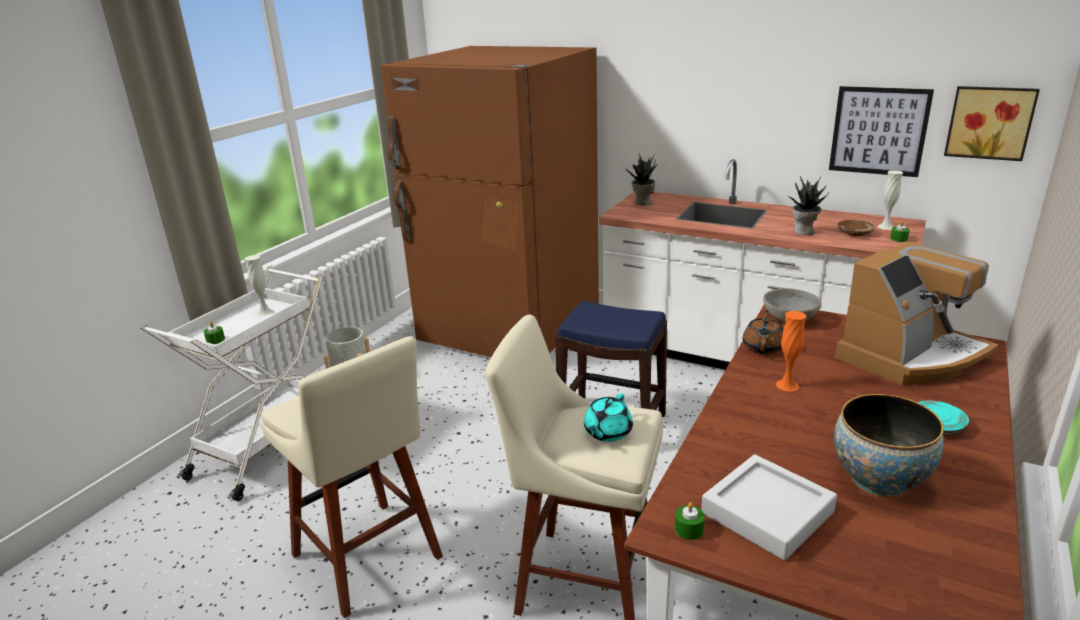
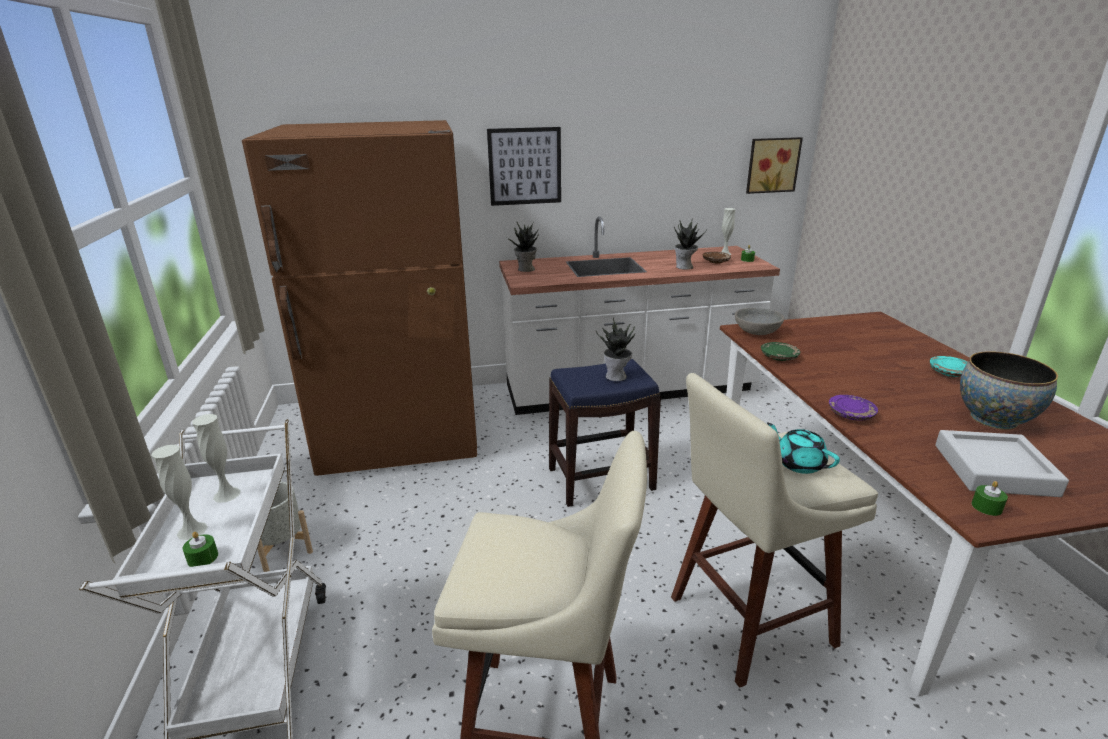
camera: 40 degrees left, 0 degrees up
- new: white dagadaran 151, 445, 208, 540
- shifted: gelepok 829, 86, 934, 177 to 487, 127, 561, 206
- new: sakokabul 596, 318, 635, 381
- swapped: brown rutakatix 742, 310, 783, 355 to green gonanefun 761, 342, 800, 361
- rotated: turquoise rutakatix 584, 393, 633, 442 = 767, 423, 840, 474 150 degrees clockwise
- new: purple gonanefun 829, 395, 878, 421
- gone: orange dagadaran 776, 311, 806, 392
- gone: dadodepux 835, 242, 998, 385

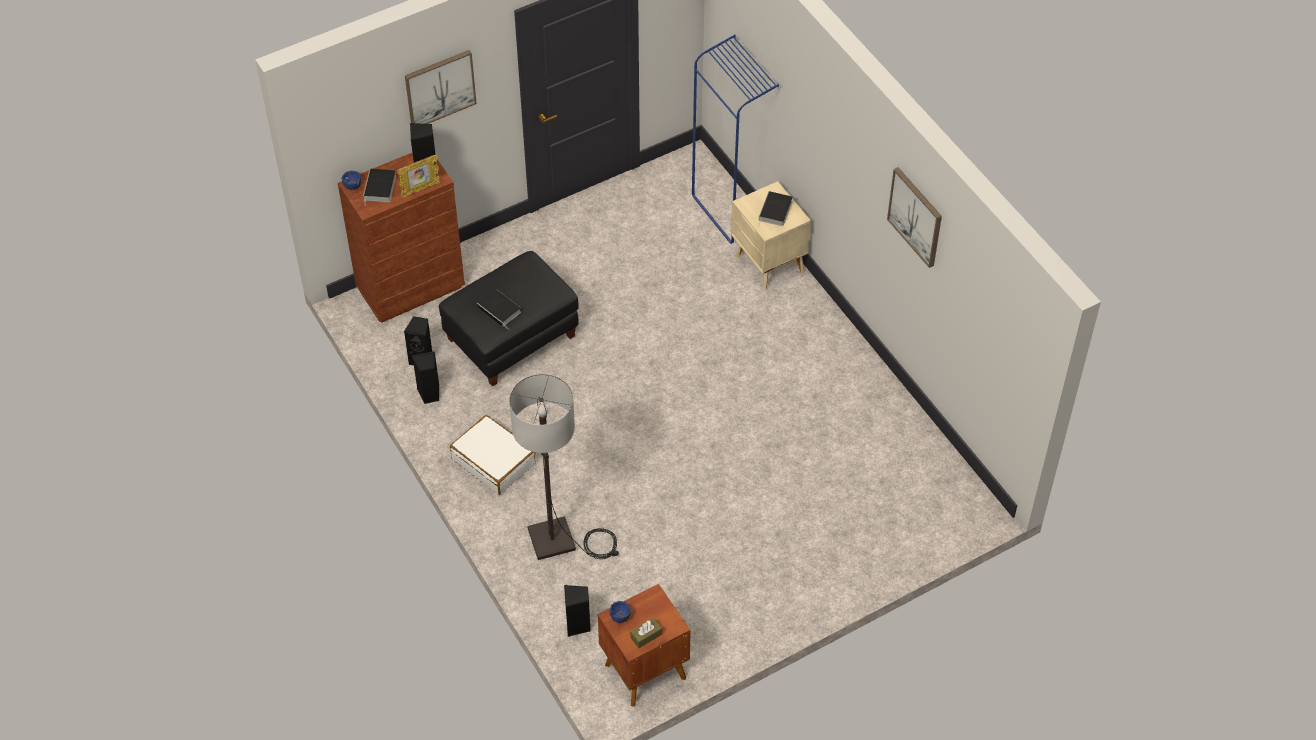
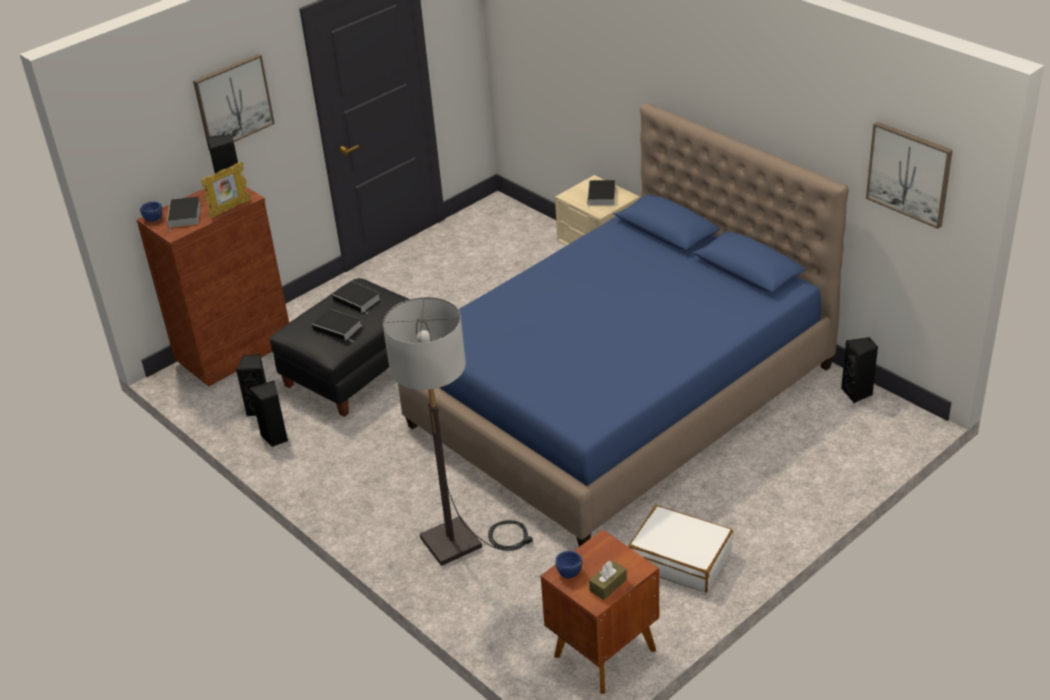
camera: 10 degrees left, 15 degrees down
- new: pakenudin 332, 281, 380, 314
- new: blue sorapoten 398, 103, 849, 547
- shifted: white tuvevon 450, 415, 535, 495 to 628, 505, 733, 592
- shifted: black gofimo 564, 585, 591, 637 to 841, 337, 878, 403
- shifted: gelepok 887, 167, 942, 268 to 866, 122, 953, 229
- gone: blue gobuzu 692, 35, 779, 244

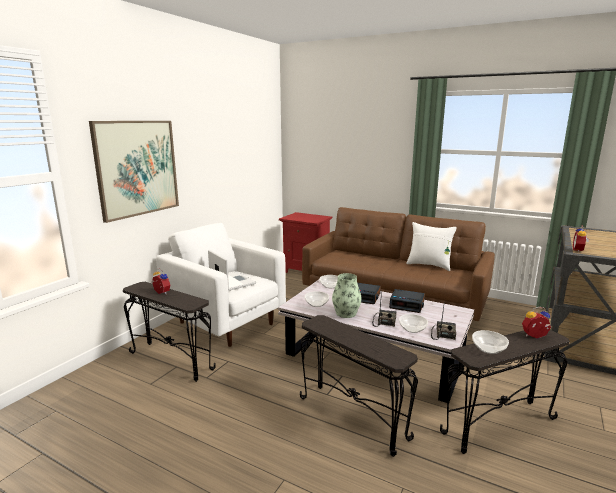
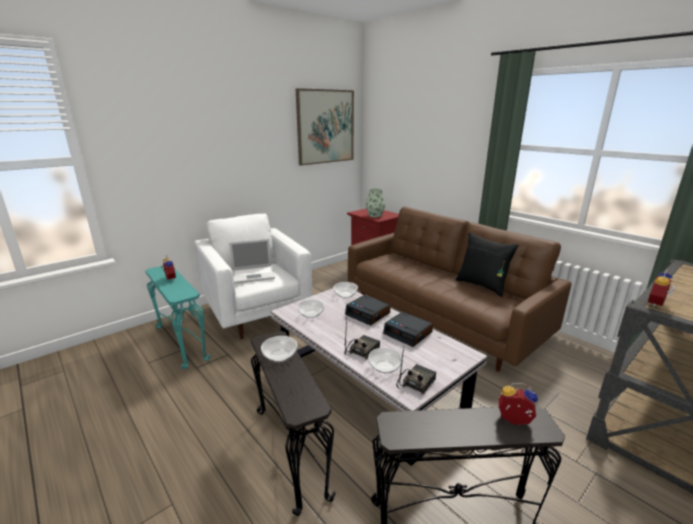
camera: 20 degrees right, 5 degrees up
- repainted: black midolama 123, 282, 216, 382 to turquoise midolama 145, 266, 211, 370
- rotated: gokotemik 208, 250, 256, 291 = 229, 239, 275, 284 90 degrees clockwise
- shifted: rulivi 472, 330, 509, 354 to 261, 336, 297, 362
- shifted: gelepok 89, 121, 179, 223 to 295, 88, 354, 166
- shifted: dagadaran 332, 273, 361, 318 to 366, 188, 385, 217
- repainted: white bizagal 406, 222, 457, 271 to black bizagal 455, 232, 518, 297

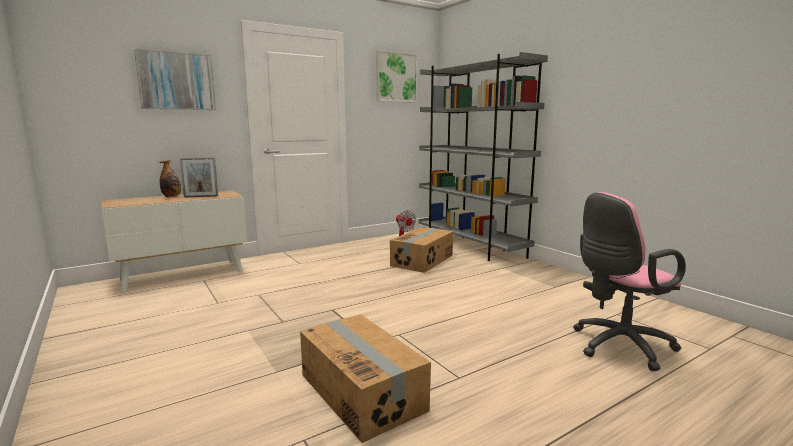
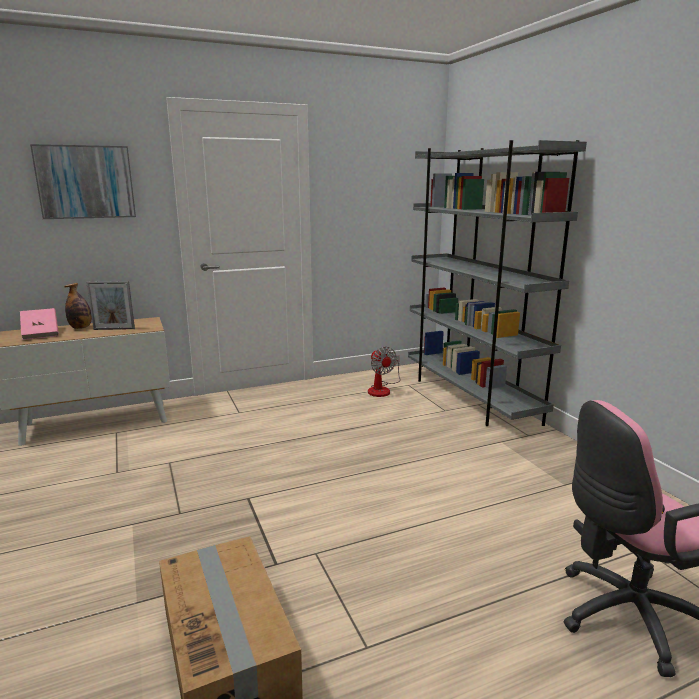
camera: 10 degrees right, 5 degrees up
- new: pink pakenudin 20, 308, 59, 340
- gone: gelepok 376, 50, 418, 103
- gone: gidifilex 390, 227, 453, 273

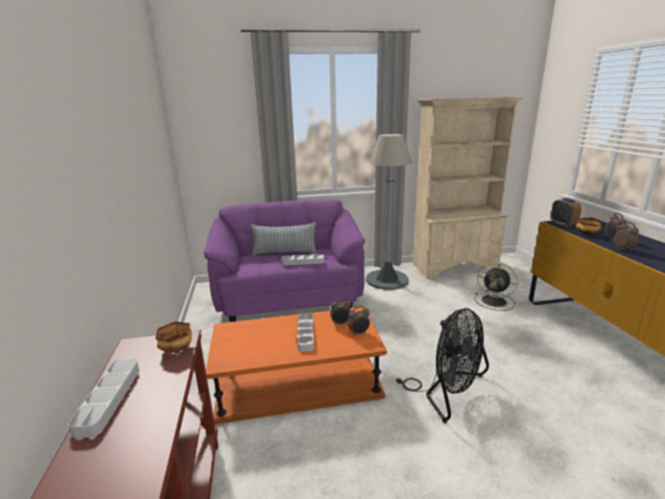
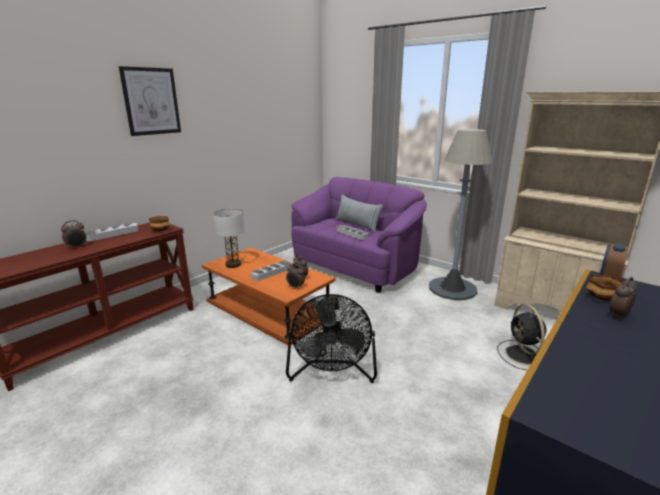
camera: 50 degrees right, 0 degrees up
- shifted: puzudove 614, 222, 639, 252 to 61, 220, 86, 250
- new: gelepok 119, 66, 181, 136
- new: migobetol 213, 209, 245, 268

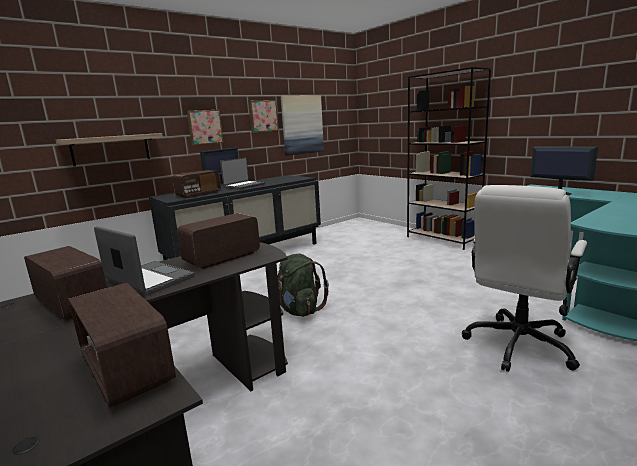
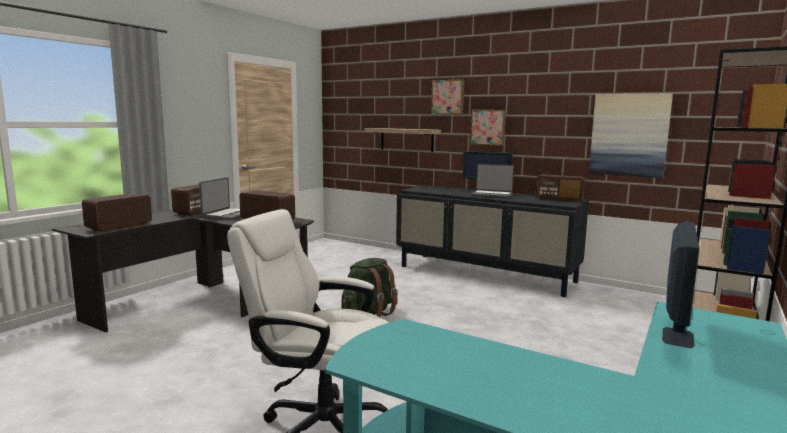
camera: 70 degrees right, 5 degrees down
- shifted: gelepok 249, 100, 279, 132 to 431, 79, 464, 115
- shifted: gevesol 173, 170, 221, 198 to 535, 174, 585, 202

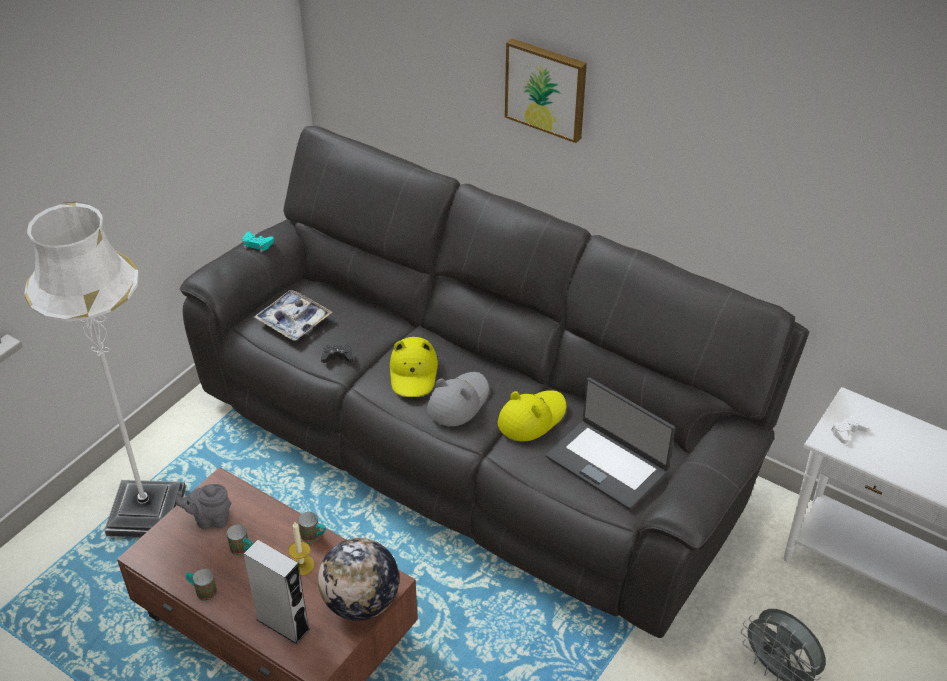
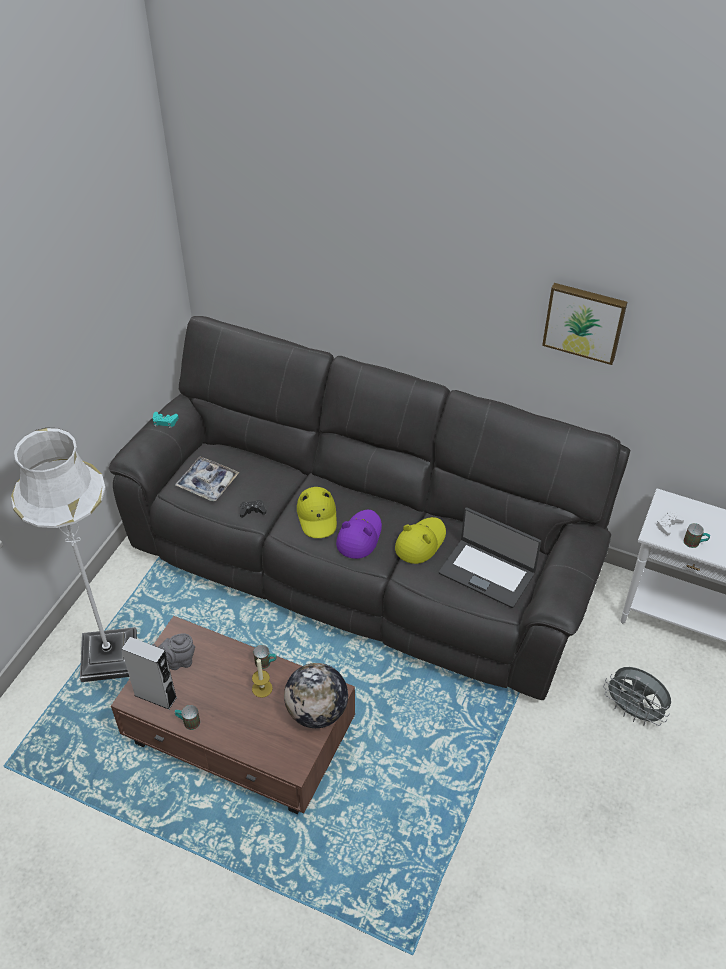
camera: 10 degrees left, 5 degrees up
- shifted: grey gofimo 244, 539, 310, 644 to 121, 637, 177, 710
- repainted: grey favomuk 427, 372, 489, 426 to purple favomuk 336, 510, 382, 559
- shifted: gelepok 505, 38, 587, 143 to 542, 283, 627, 365
- shifted: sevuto 227, 524, 253, 556 to 684, 523, 710, 548

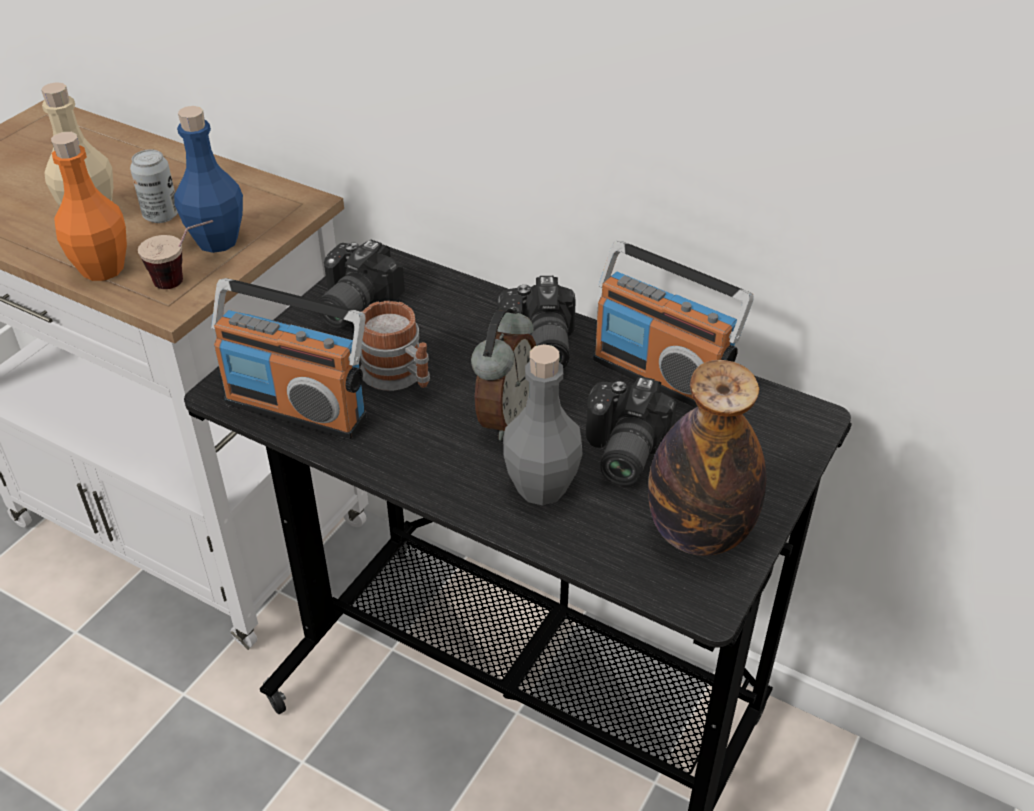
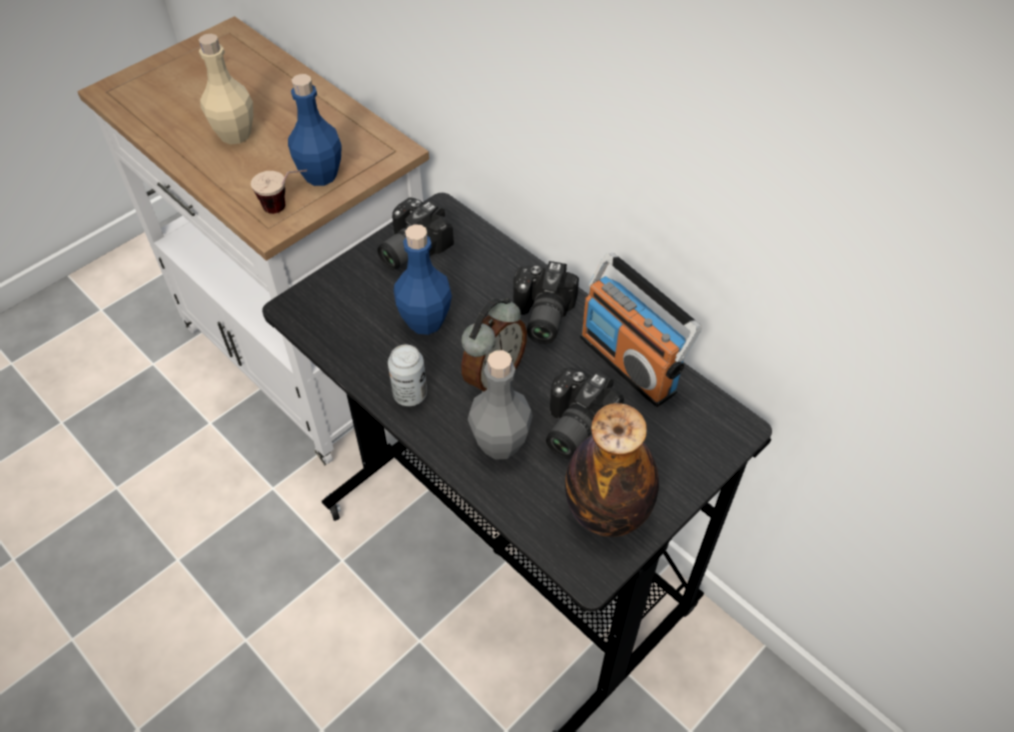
camera: 15 degrees right, 10 degrees up
- shifted: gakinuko 130, 150, 178, 223 to 388, 345, 427, 406
- swapped: sevuto 360, 301, 430, 391 to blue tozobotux 394, 224, 452, 335
- gone: orange tozobotux 51, 132, 127, 281
- gone: gevesol 211, 278, 367, 439

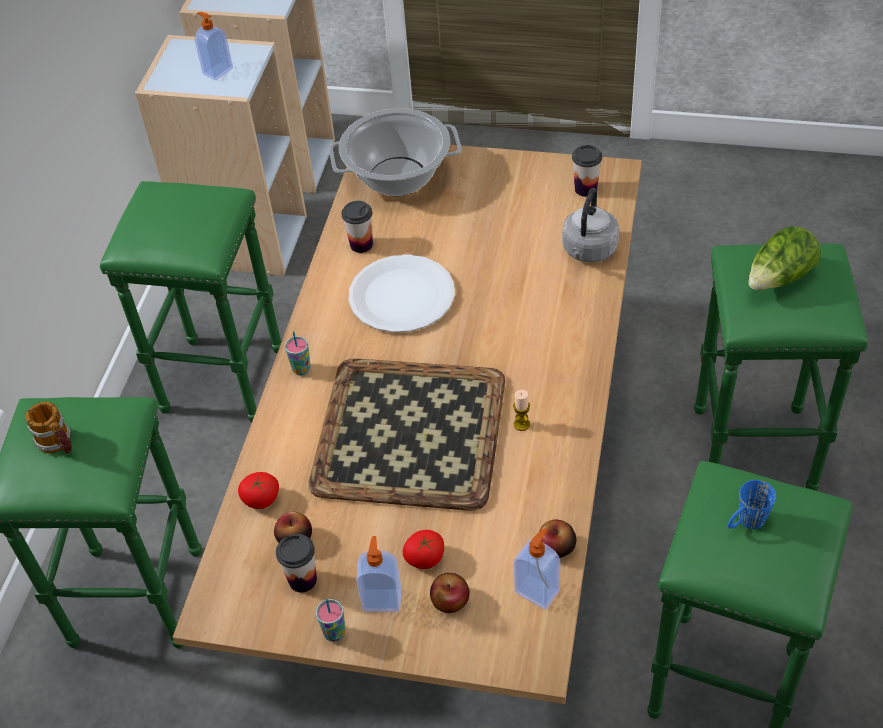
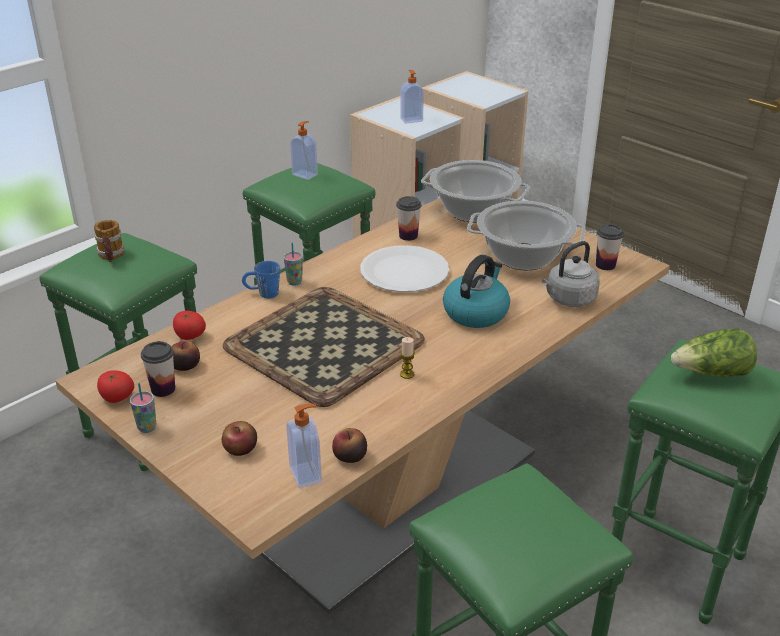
camera: 30 degrees right, 15 degrees down
- shifted: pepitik 403, 530, 444, 569 to 97, 370, 134, 403
- shifted: blue sevuto 728, 480, 776, 529 to 242, 261, 280, 299
- shifted: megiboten 356, 536, 401, 612 to 290, 121, 318, 180
- new: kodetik 443, 255, 510, 328
- new: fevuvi 467, 201, 586, 270

